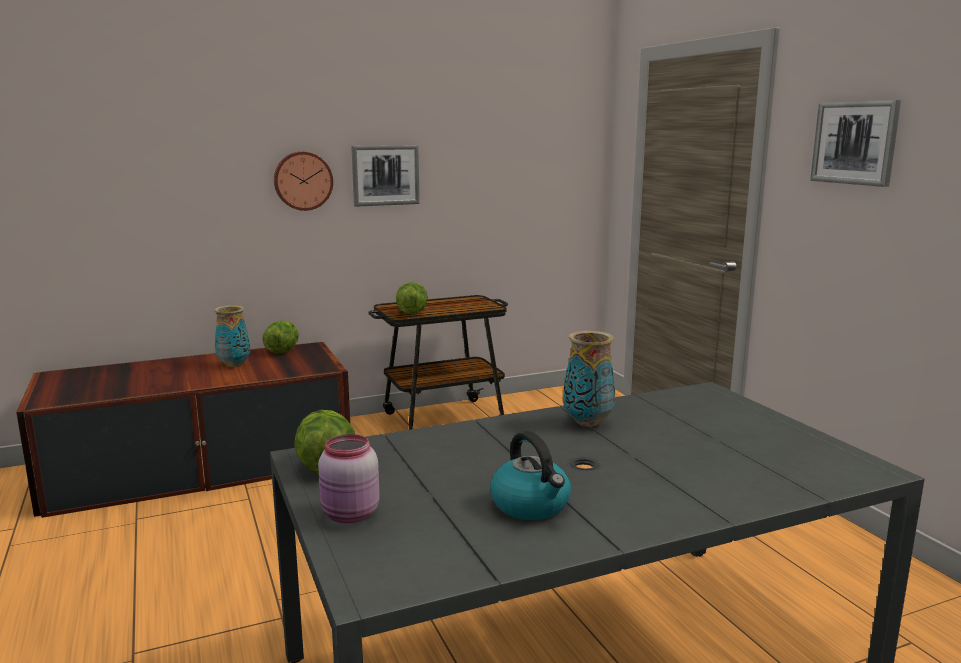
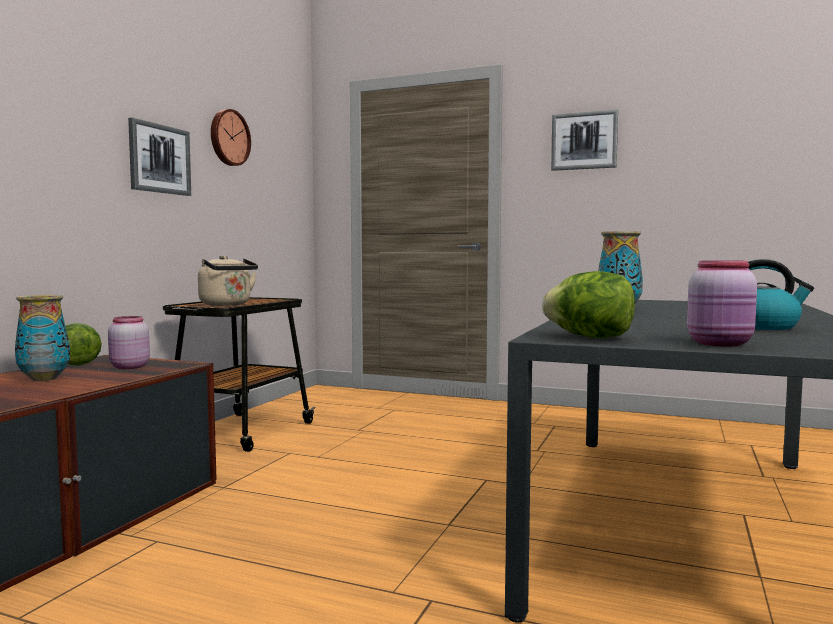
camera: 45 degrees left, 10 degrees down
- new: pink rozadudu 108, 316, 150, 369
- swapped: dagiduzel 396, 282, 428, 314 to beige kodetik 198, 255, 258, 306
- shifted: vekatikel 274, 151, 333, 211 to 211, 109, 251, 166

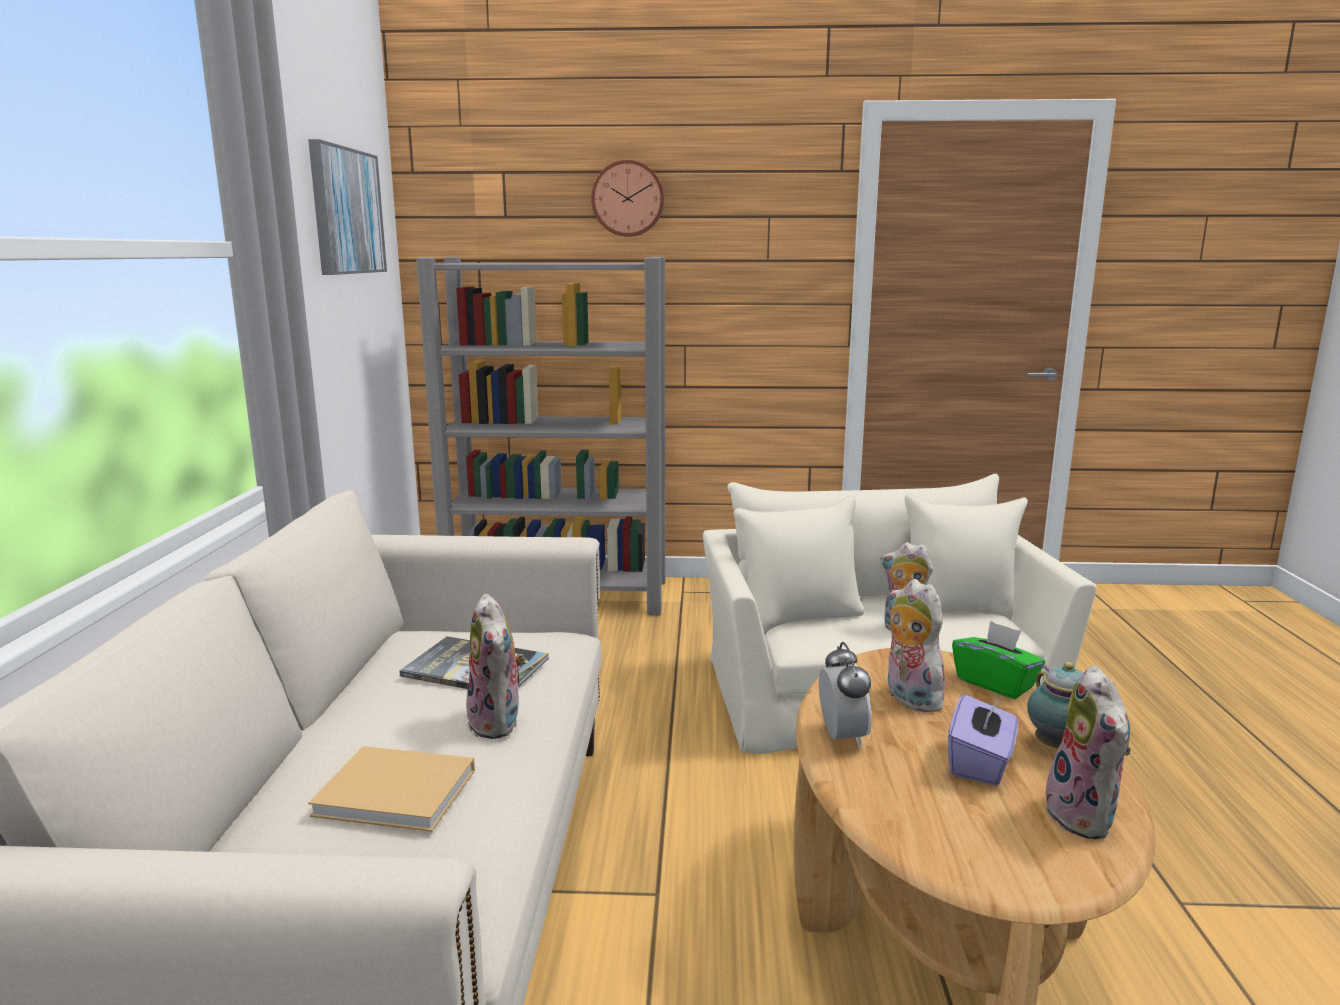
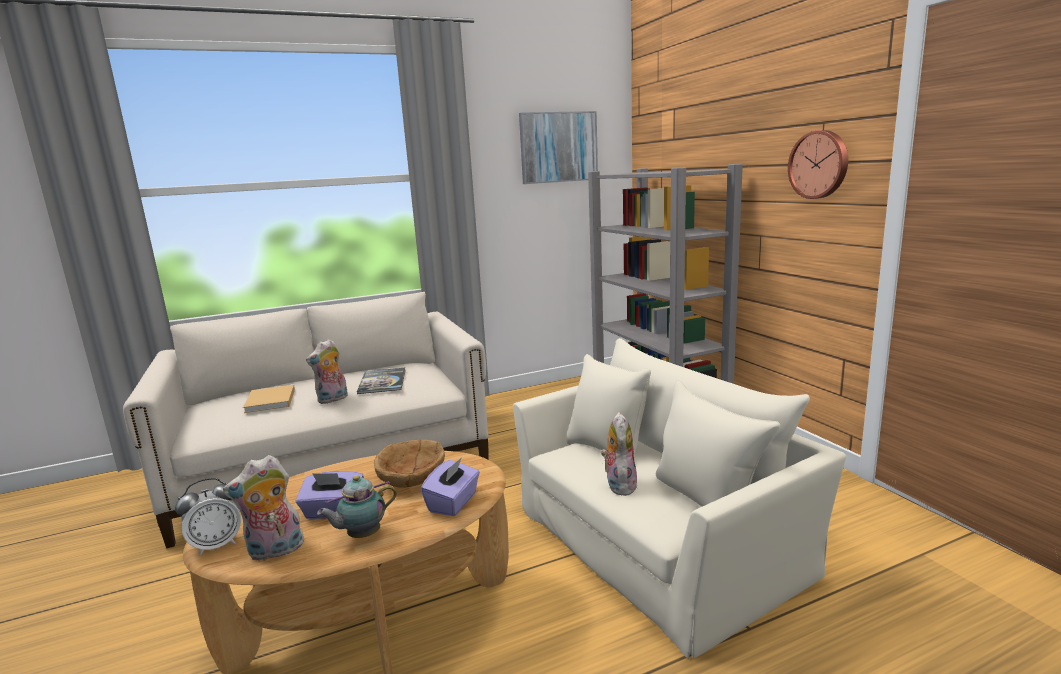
camera: 65 degrees right, 0 degrees up
- shifted: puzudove 819, 642, 872, 748 to 175, 478, 241, 555
- swapped: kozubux 887, 579, 951, 712 to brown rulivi 374, 439, 445, 488
- repainted: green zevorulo 952, 621, 1045, 699 to purple zevorulo 421, 457, 480, 516
- shifted: vekatikel 591, 160, 664, 237 to 788, 130, 848, 199

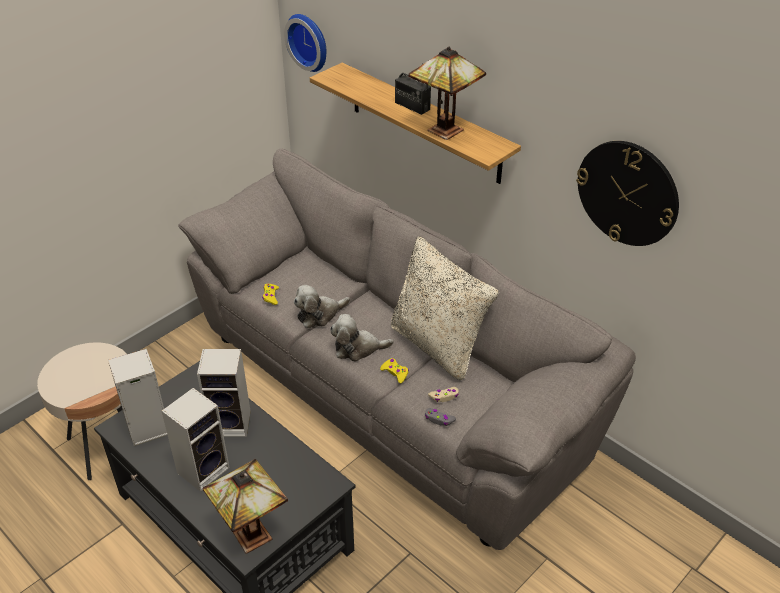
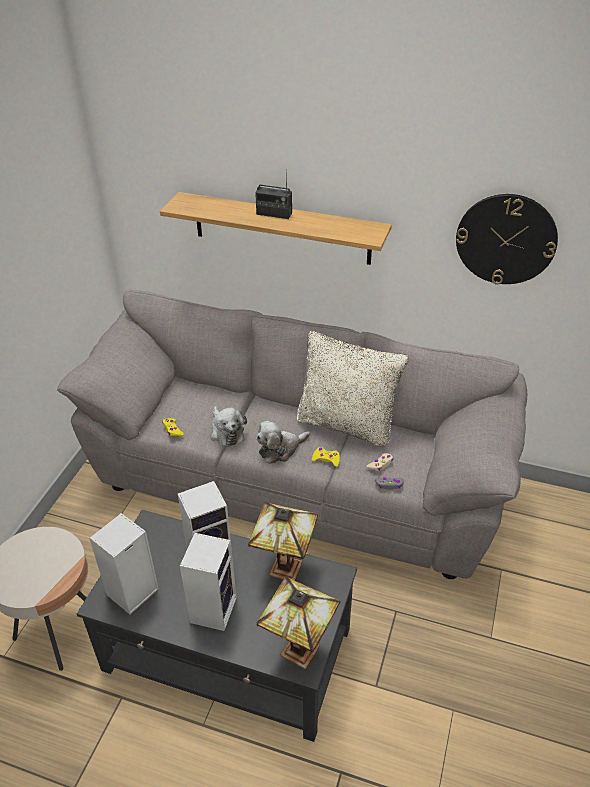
camera: 25 degrees left, 0 degrees up
- rotated: kozubux 294, 285, 350, 328 = 211, 406, 247, 447 60 degrees counterclockwise
- shifted: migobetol 408, 47, 486, 140 to 248, 502, 318, 580
- gone: vekatikel 284, 14, 326, 72

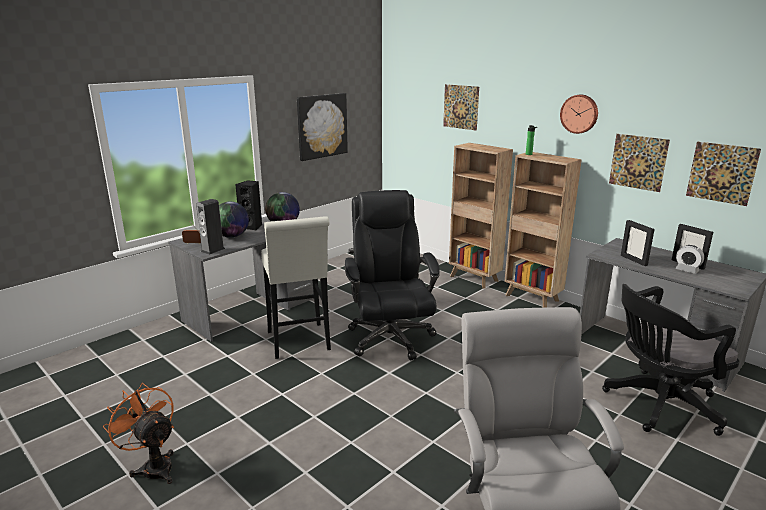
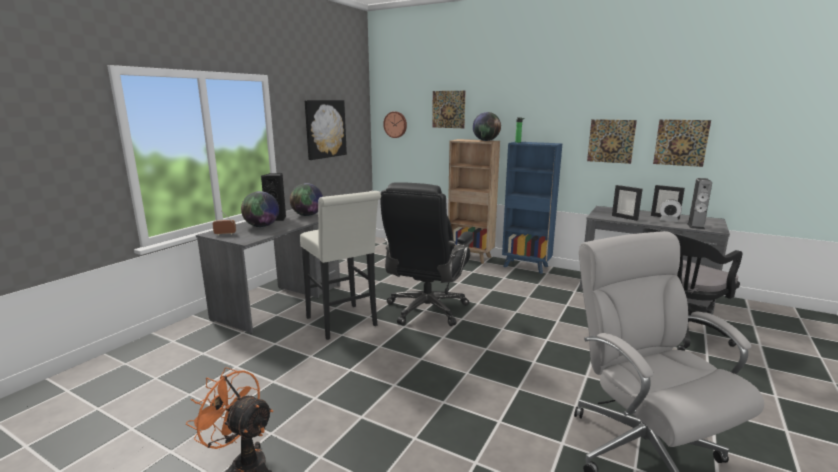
camera: 15 degrees left, 5 degrees down
- rotated: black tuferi 345, 190, 440, 361 = 380, 182, 473, 326 135 degrees counterclockwise
- shifted: vekatikel 560, 95, 598, 134 to 383, 112, 407, 138
- new: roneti 473, 112, 501, 141
- repainted: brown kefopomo 505, 152, 582, 308 to blue kefopomo 502, 142, 562, 274
- shifted: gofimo 196, 199, 225, 255 to 687, 178, 712, 229

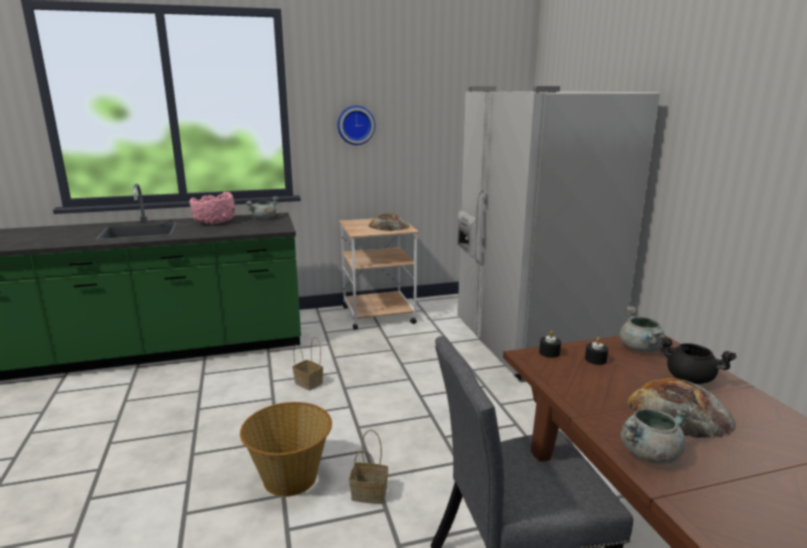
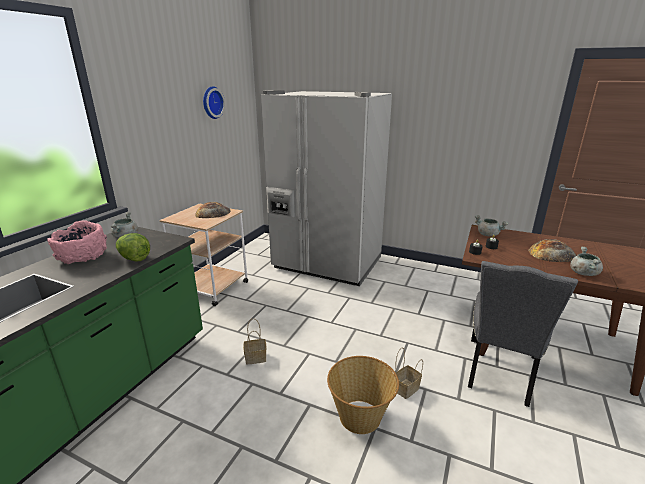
camera: 50 degrees left, 5 degrees up
- new: dagiduzel 116, 233, 150, 262
- shifted: vekatikel 337, 106, 375, 145 to 203, 86, 225, 119
- gone: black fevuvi 660, 337, 737, 384

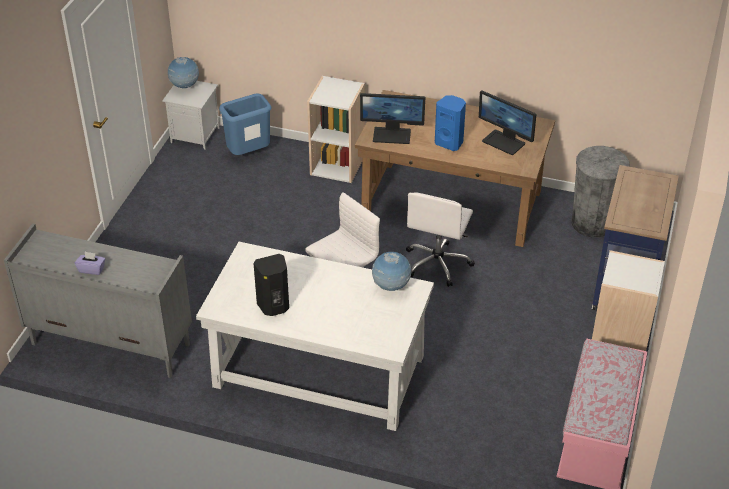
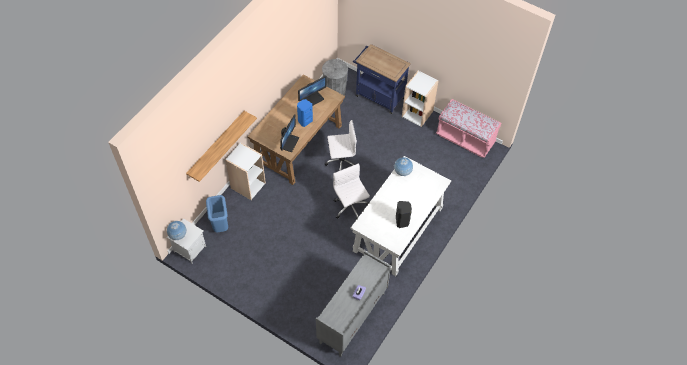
camera: 75 degrees left, 15 degrees up
- new: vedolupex 186, 111, 257, 182
- rotated: white tuferi 406, 192, 475, 287 = 325, 120, 357, 171 45 degrees counterclockwise

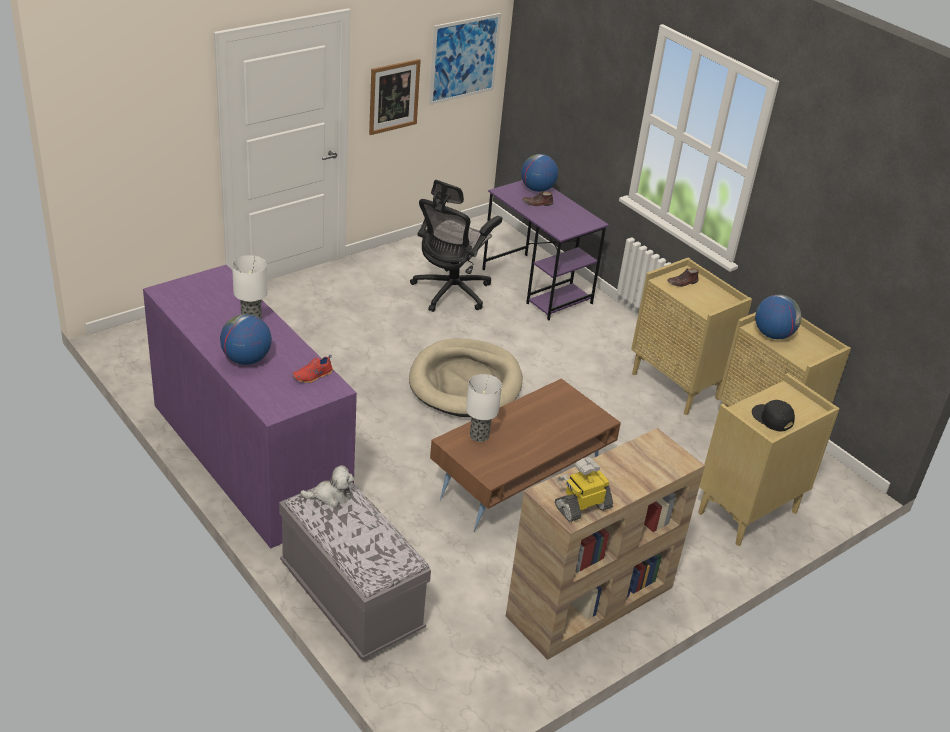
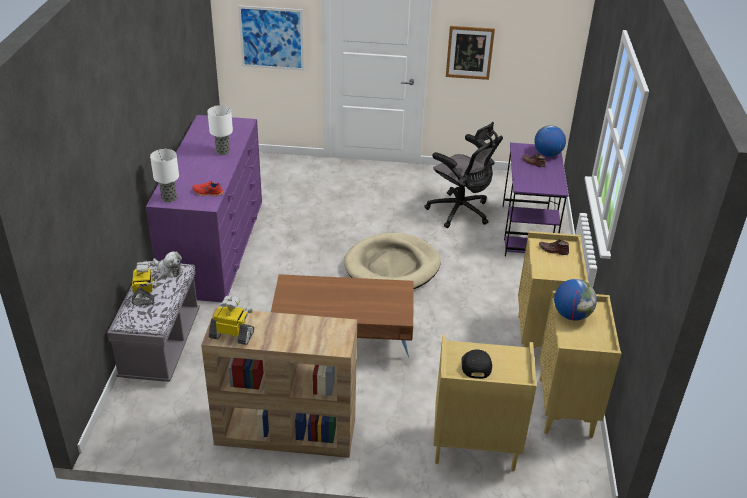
camera: 45 degrees right, 0 degrees up
- new: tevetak 132, 262, 157, 306
- shifted: migobetol 466, 374, 502, 442 to 150, 149, 179, 203
- shifted: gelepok 429, 13, 501, 105 to 238, 5, 304, 71
- rotated: tuferi 410, 180, 502, 312 = 424, 122, 503, 228 120 degrees counterclockwise
- gone: roneti 220, 314, 272, 365

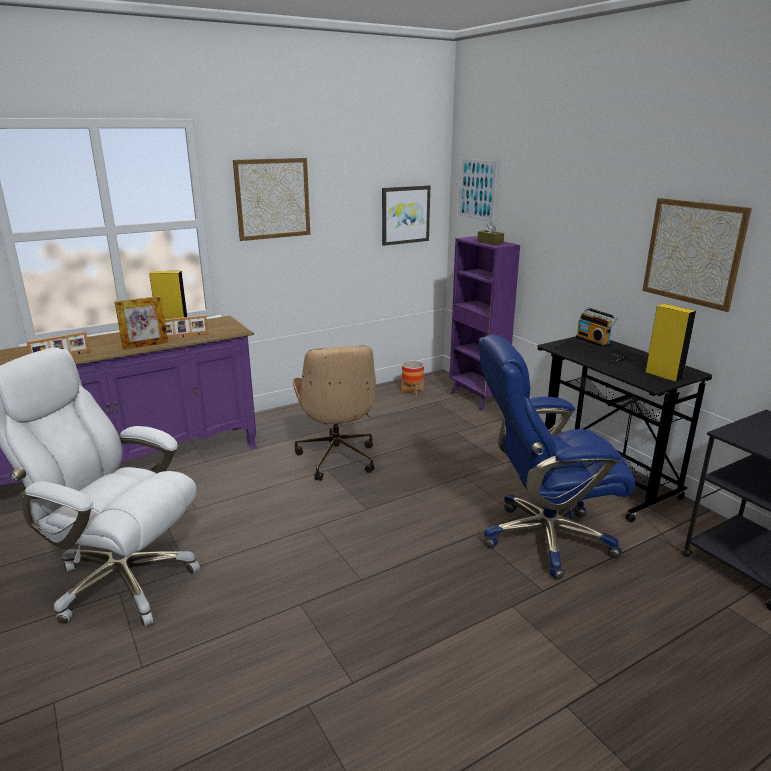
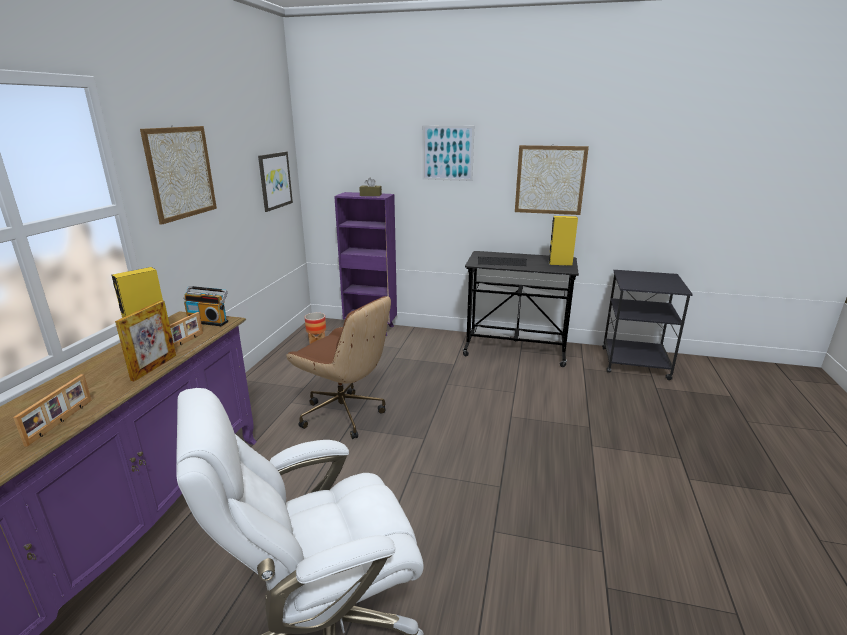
camera: 45 degrees left, 0 degrees up
- shifted: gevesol 576, 307, 618, 347 to 183, 286, 228, 326
- shifted: gelepok 458, 159, 497, 222 to 422, 126, 474, 181
- gone: blue tuferi 479, 334, 635, 580

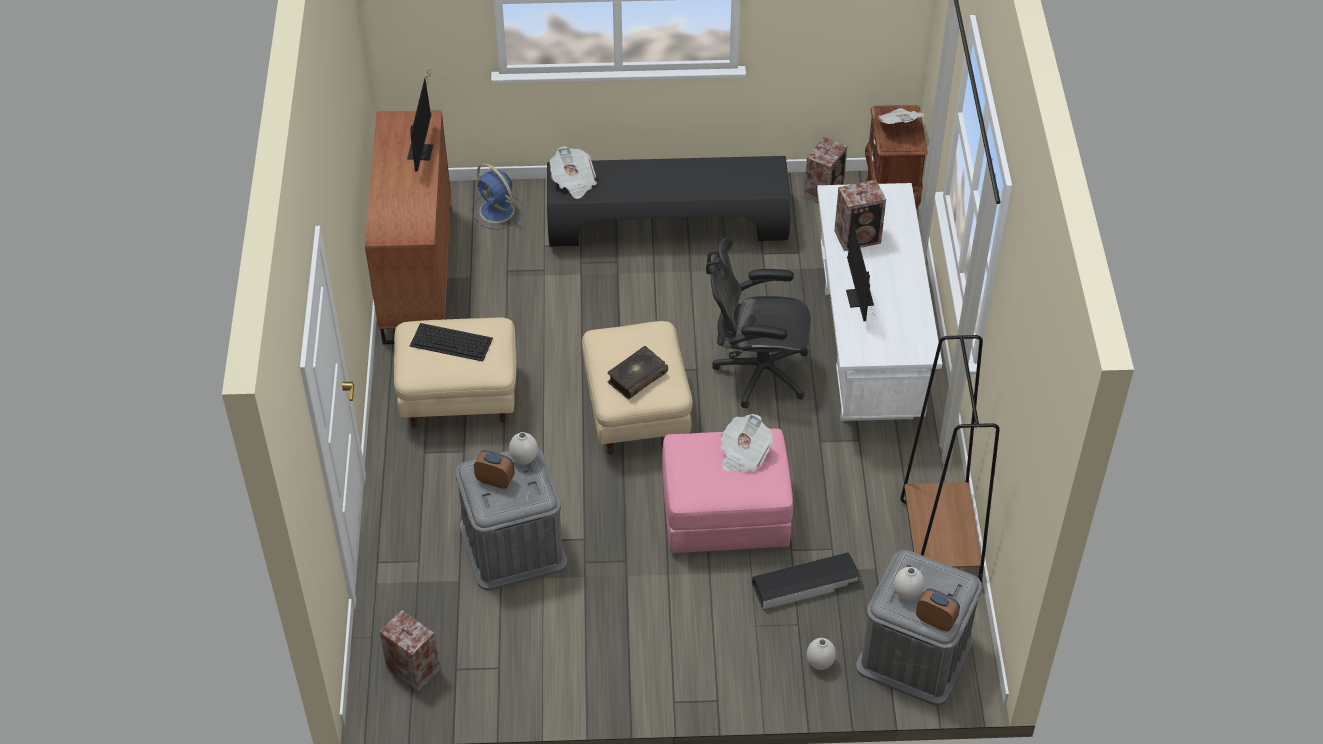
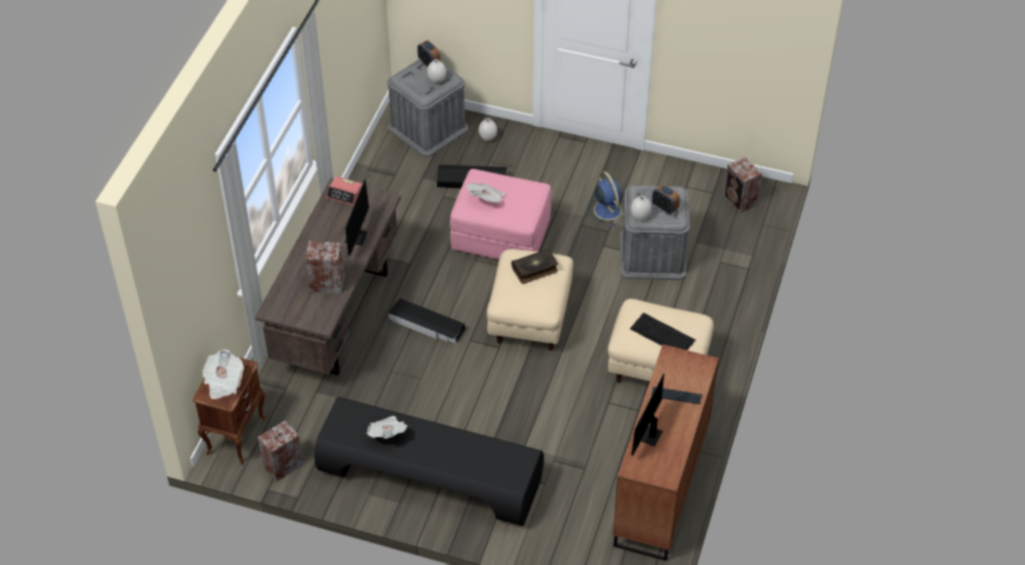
camera: 160 degrees left, 0 degrees up
- repainted: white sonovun 817, 183, 942, 421 to brown sonovun 255, 178, 401, 375
- new: puzudove 326, 176, 363, 206
- shifted: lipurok 550, 146, 597, 199 to 367, 416, 408, 439
- swapped: tuferi 706, 237, 811, 409 to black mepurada 388, 298, 465, 343
- shifted: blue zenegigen 472, 163, 525, 230 to 586, 172, 625, 227
- new: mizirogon 651, 387, 702, 404
- gone: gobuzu 900, 335, 1000, 583

